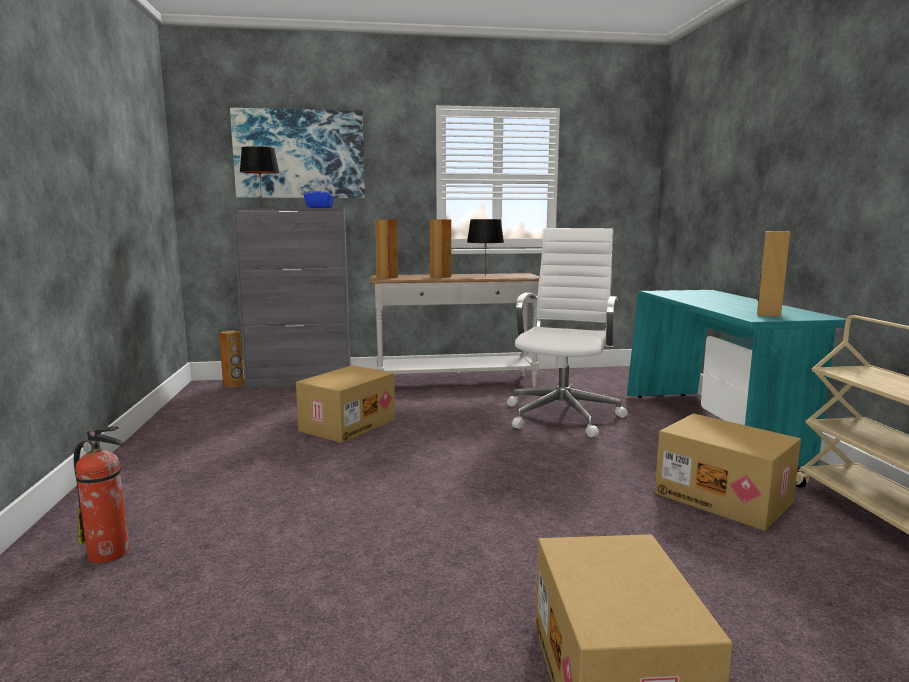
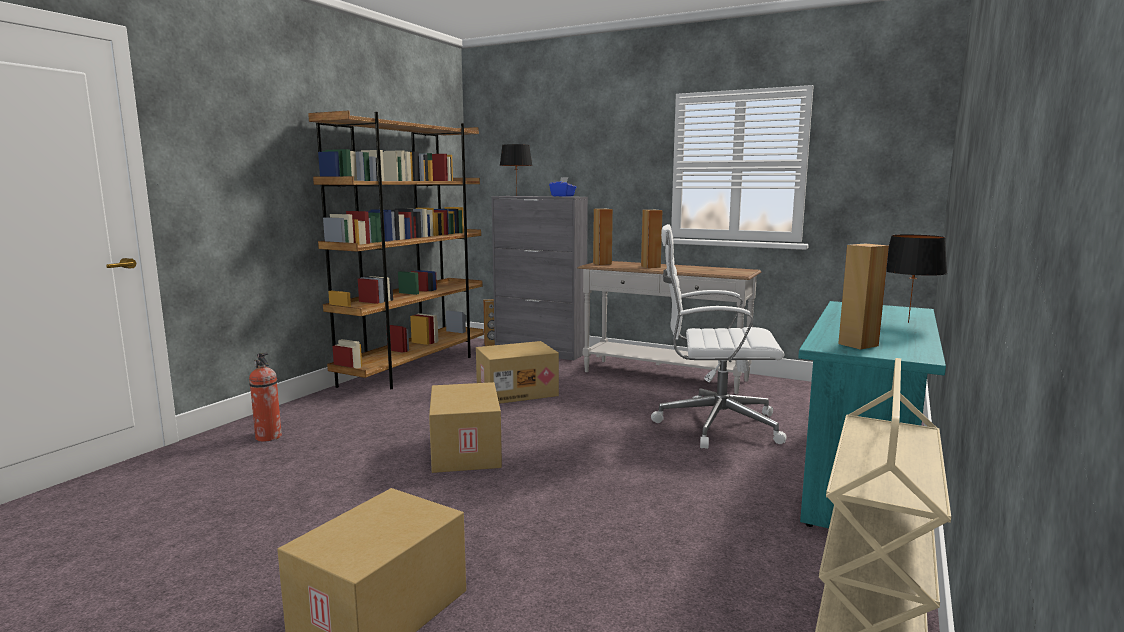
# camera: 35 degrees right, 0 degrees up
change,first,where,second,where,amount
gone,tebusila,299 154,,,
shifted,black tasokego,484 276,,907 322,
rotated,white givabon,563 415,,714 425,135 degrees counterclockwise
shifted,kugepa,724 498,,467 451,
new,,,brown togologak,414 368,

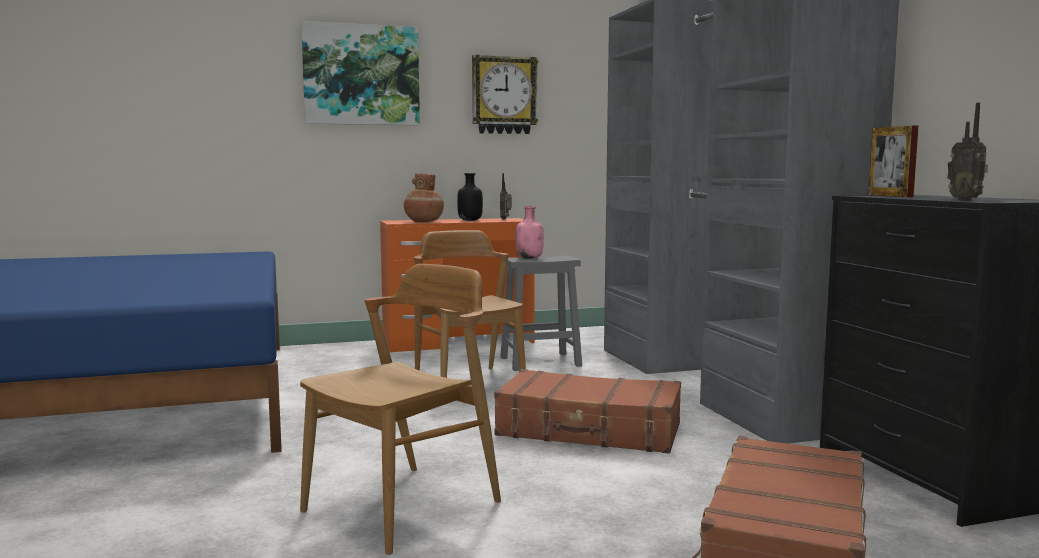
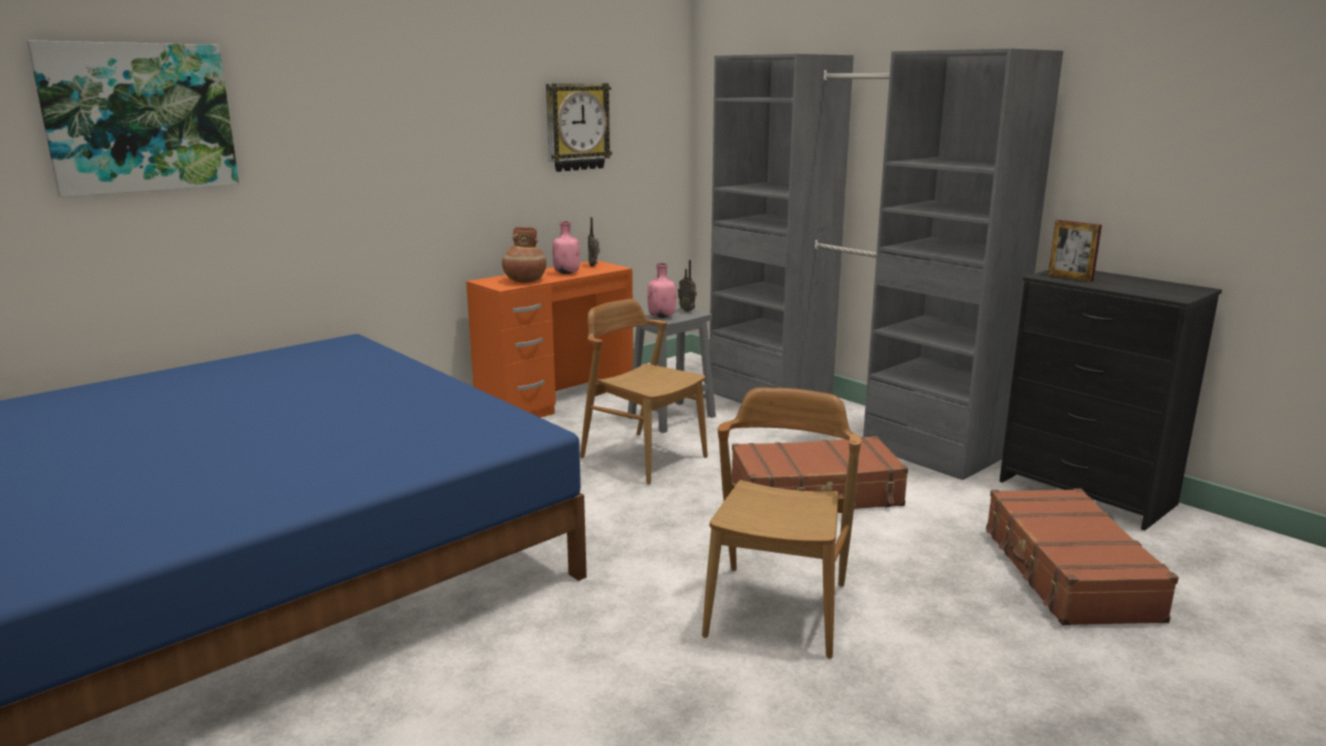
# camera: 25 degrees left, 10 degrees up
change,first,where,second,where,amount
shifted,tebusila,361 75,,140 118,
shifted,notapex,966 200,,687 310,
repainted,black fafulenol,470 220,pink fafulenol,567 273,

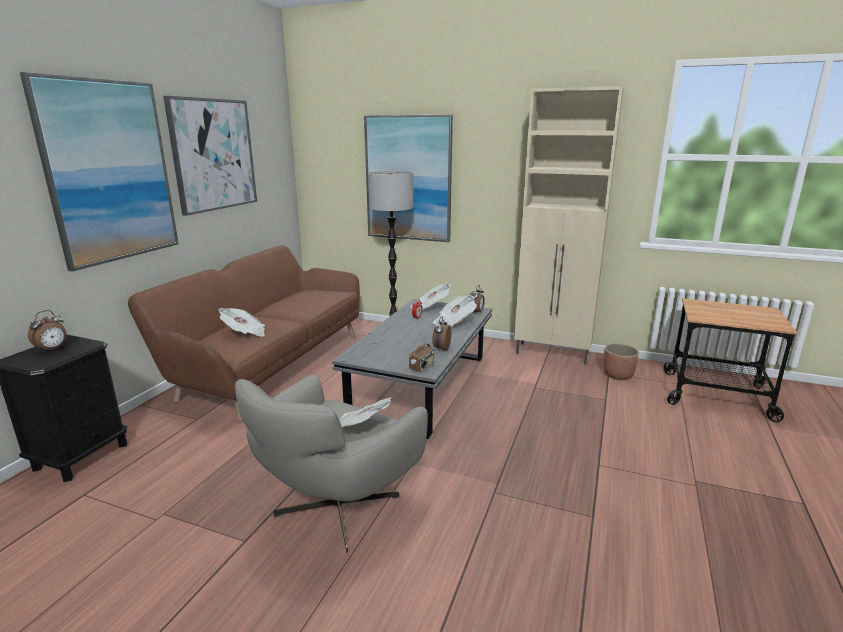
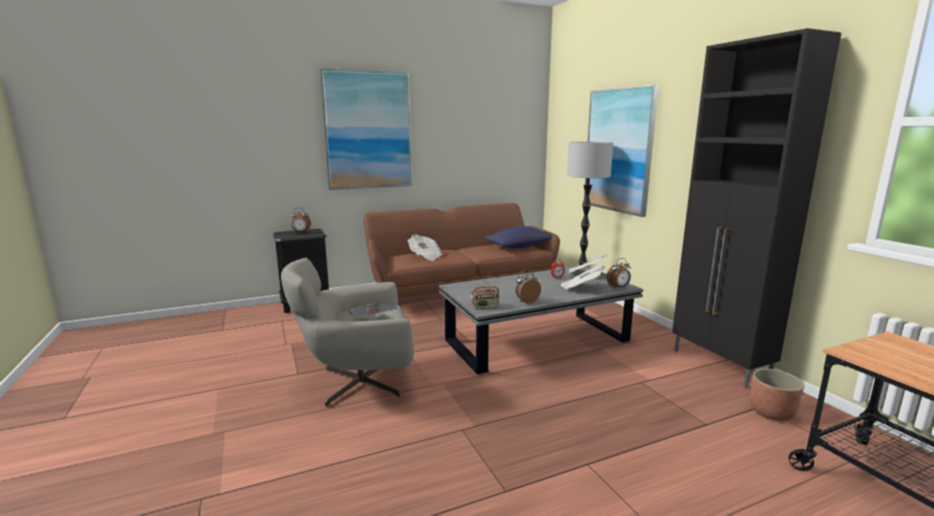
# camera: 45 degrees right, 5 degrees down
change,first,where,second,where,amount
repainted,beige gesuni,553 354,black gesuni,720 365,
gone,tebusila,214 155,,,
new,,,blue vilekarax,519 247,

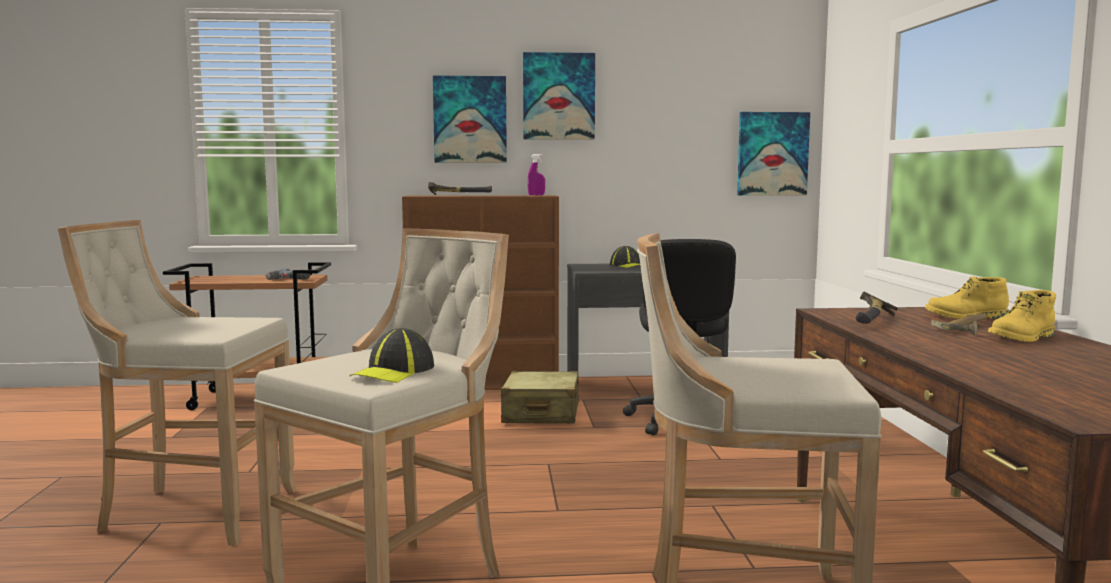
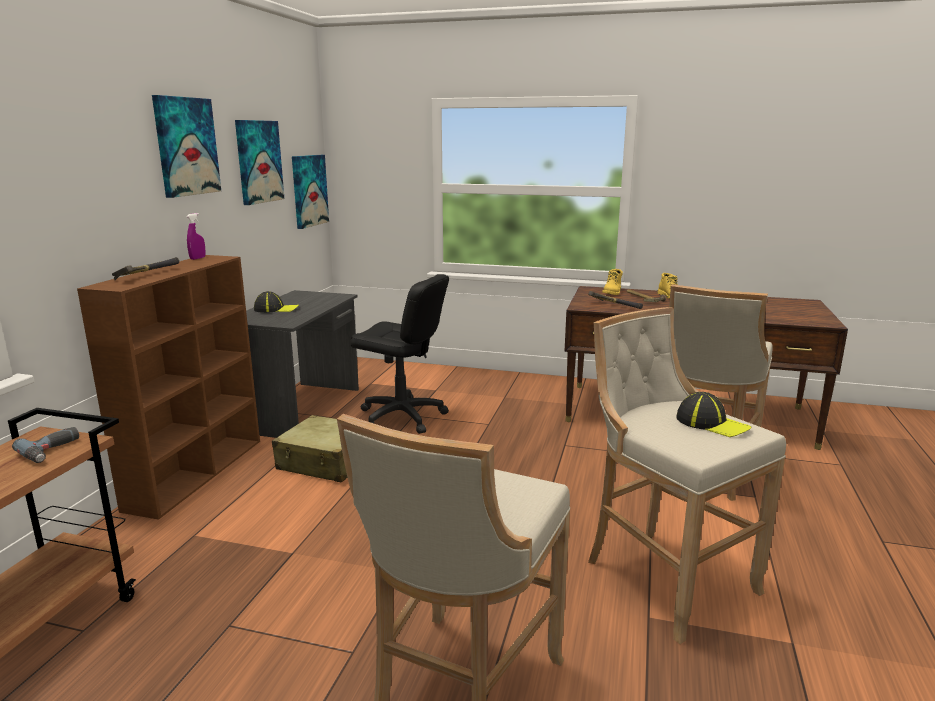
# camera: 70 degrees left, 10 degrees up
change,first,where,second,where,amount
shifted,tebusila,470 119,,258 161,

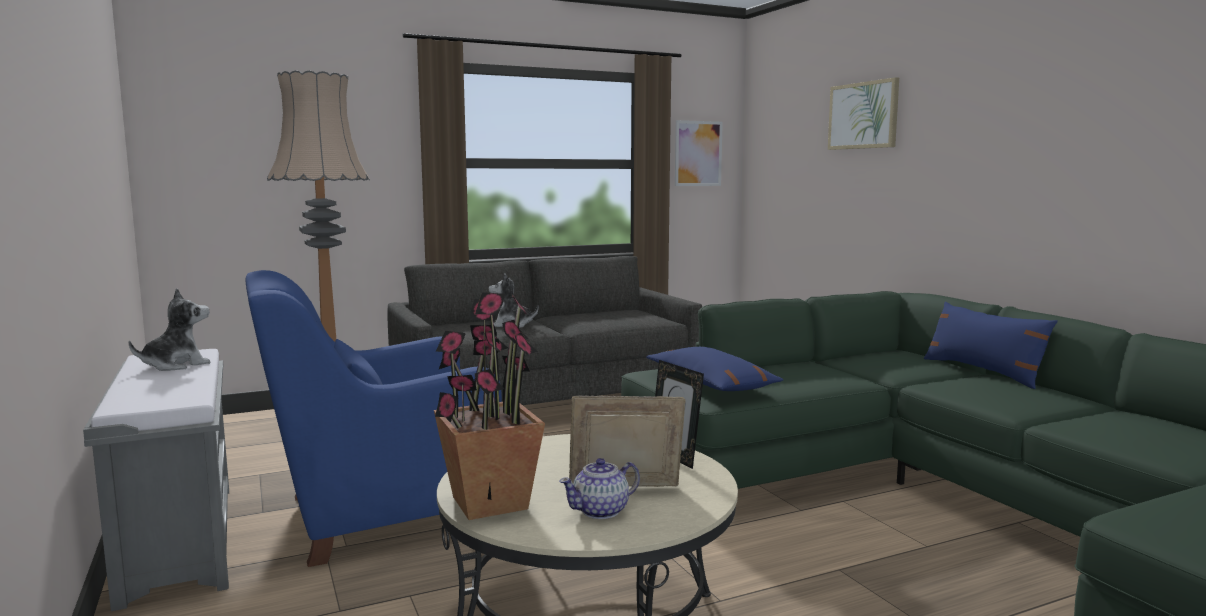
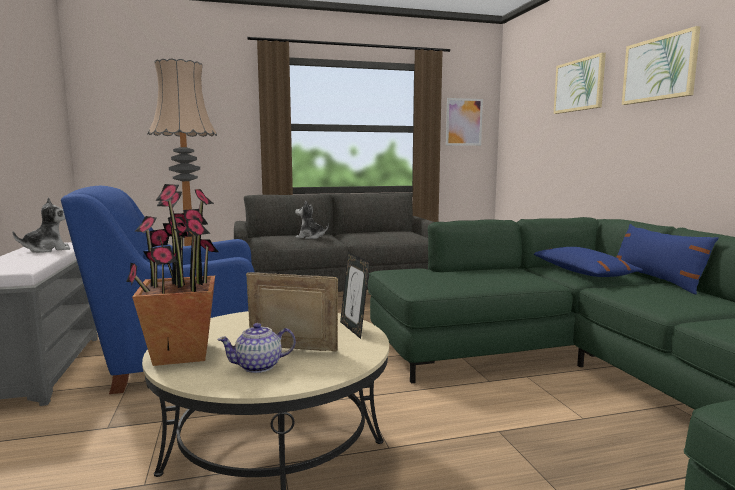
# camera: 10 degrees right, 0 degrees up
change,first,where,second,where,amount
shifted,blue vilekarax,710 384,,581 272,
new,,,tebusila,659 69,

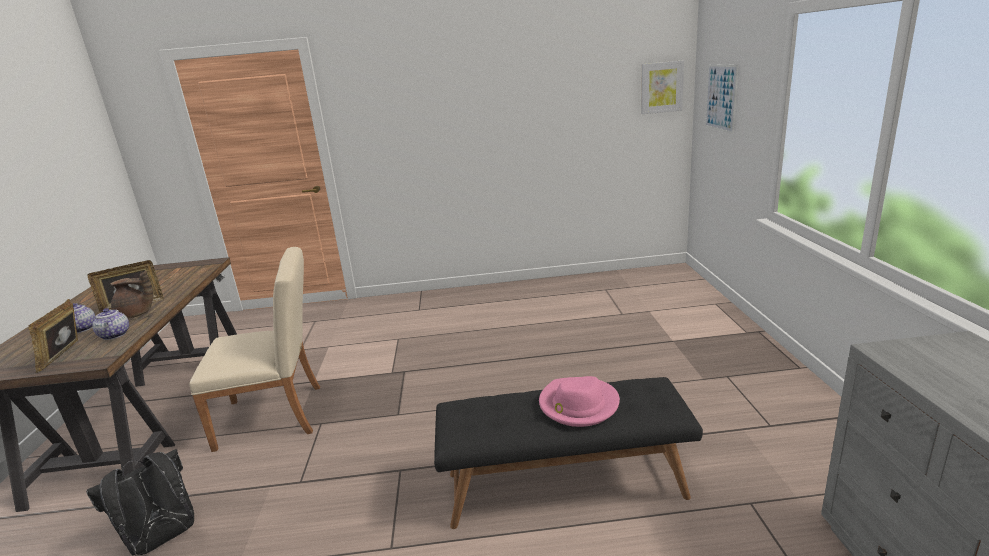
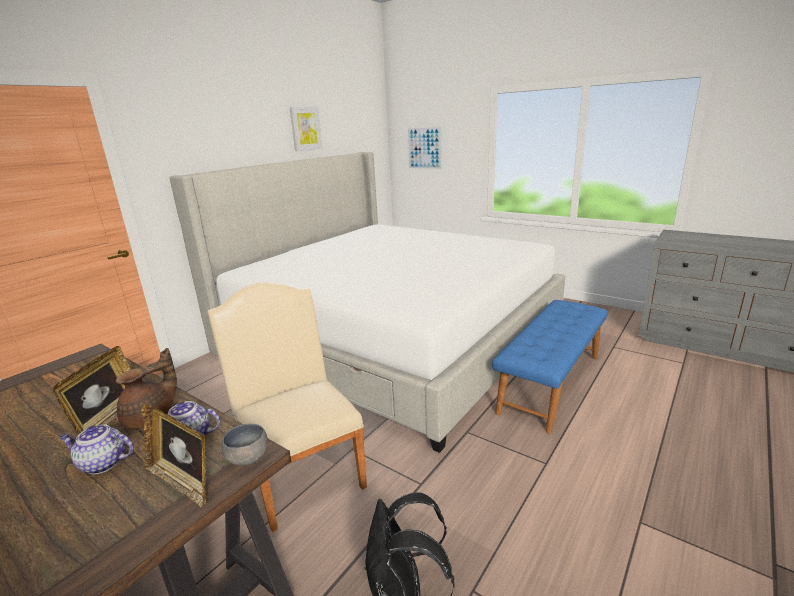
# camera: 50 degrees left, 0 degrees up
change,first,where,second,where,amount
shifted,tebusila,661 87,,305 128,
rotated,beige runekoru,279 415,,300 469,60 degrees counterclockwise
gone,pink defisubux,578 405,,,
repainted,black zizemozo,564 484,blue zizemozo,550 382,
new,,,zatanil,391 336,
new,,,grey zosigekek,249 457,

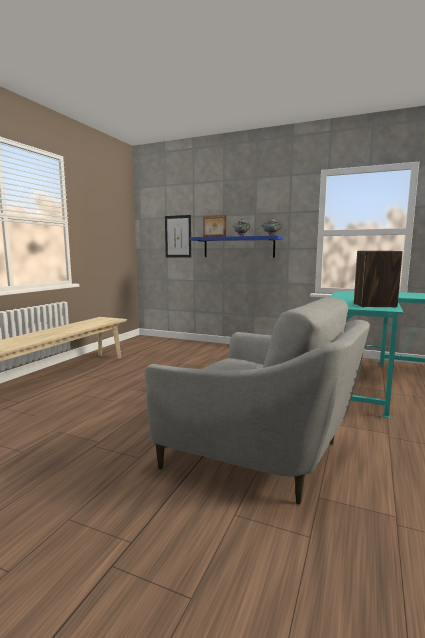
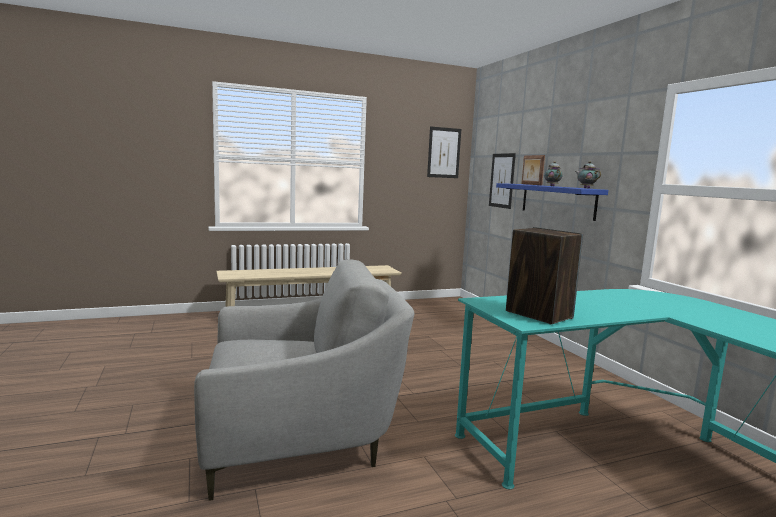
# camera: 45 degrees right, 0 degrees up
change,first,where,second,where,amount
rotated,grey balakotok,261 452,,301 436,90 degrees counterclockwise
new,,,tebusila,444 152,

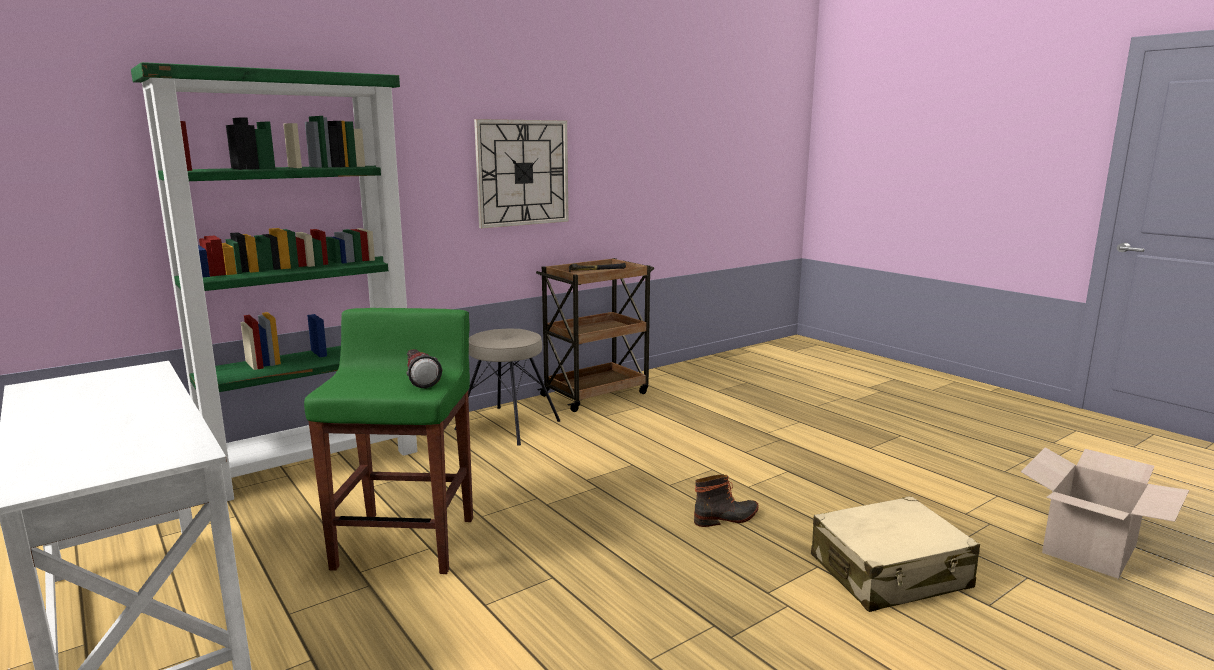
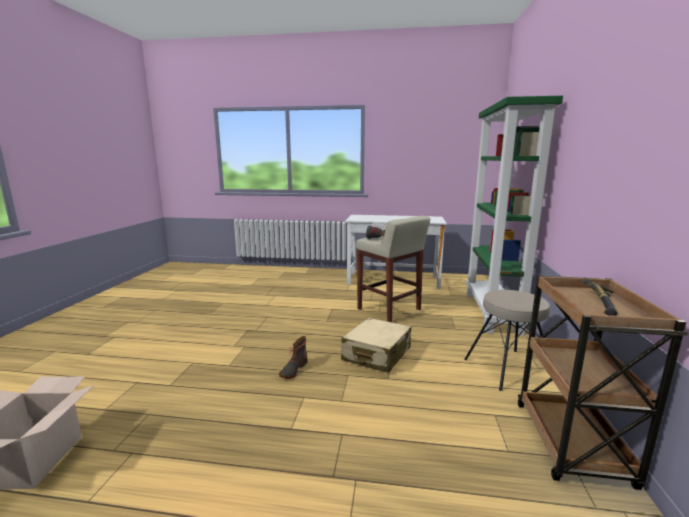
# camera: 135 degrees right, 0 degrees up
change,first,where,second,where,amount
gone,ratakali,522 173,,,
repainted,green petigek,407 542,beige petigek,389 310,
shifted,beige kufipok,890 573,,376 354,

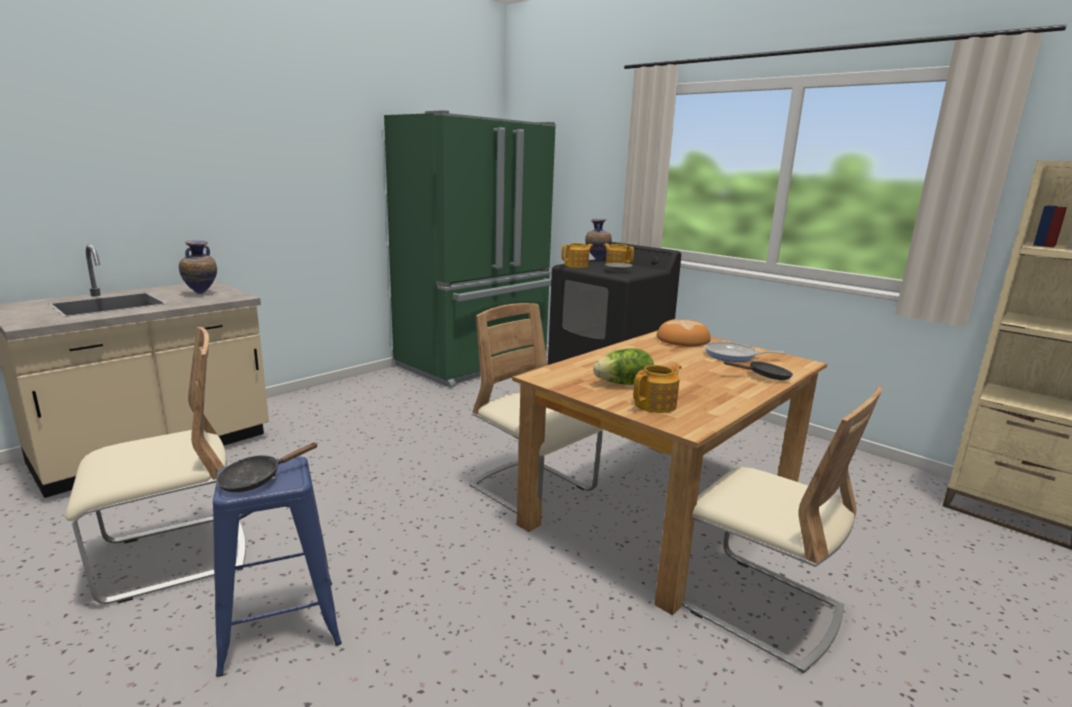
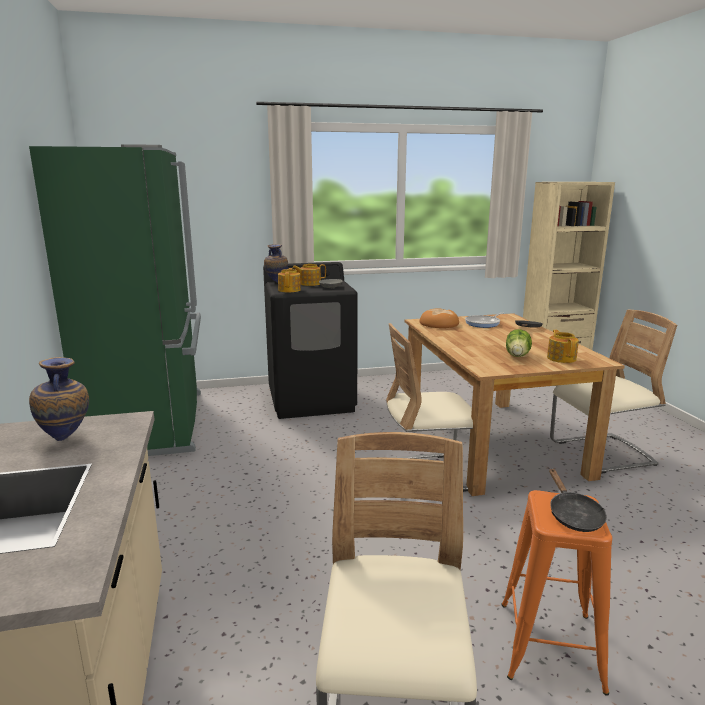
# camera: 55 degrees left, 0 degrees up
change,first,where,second,where,amount
repainted,blue petigek,278 625,orange petigek,550 646,

